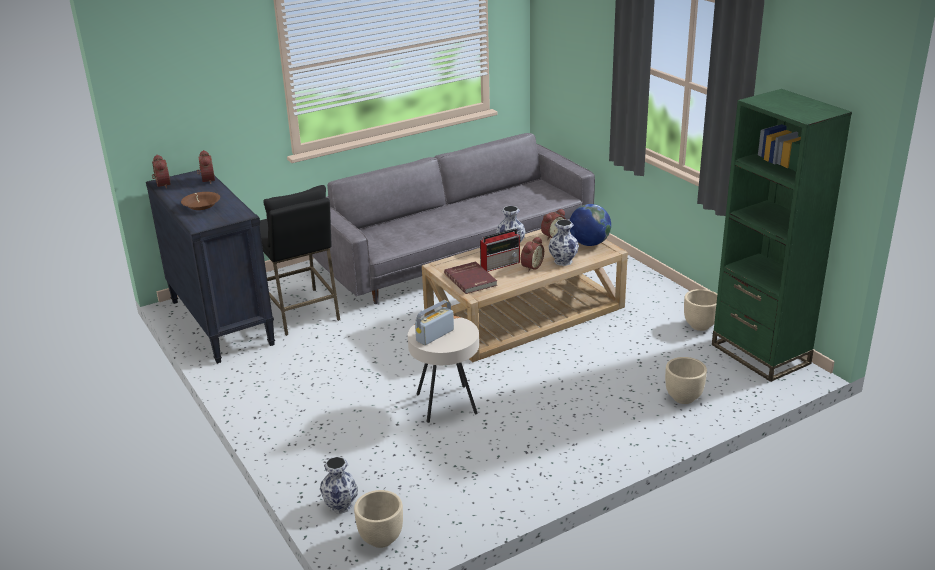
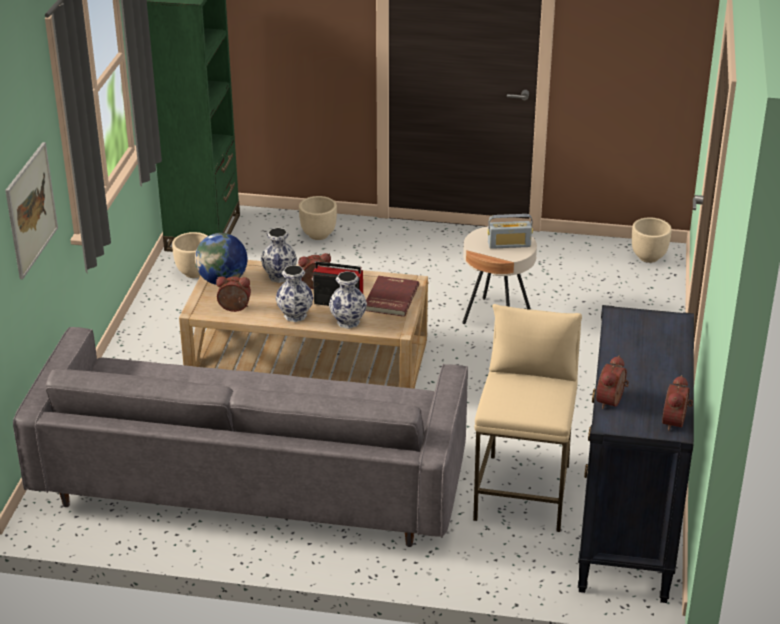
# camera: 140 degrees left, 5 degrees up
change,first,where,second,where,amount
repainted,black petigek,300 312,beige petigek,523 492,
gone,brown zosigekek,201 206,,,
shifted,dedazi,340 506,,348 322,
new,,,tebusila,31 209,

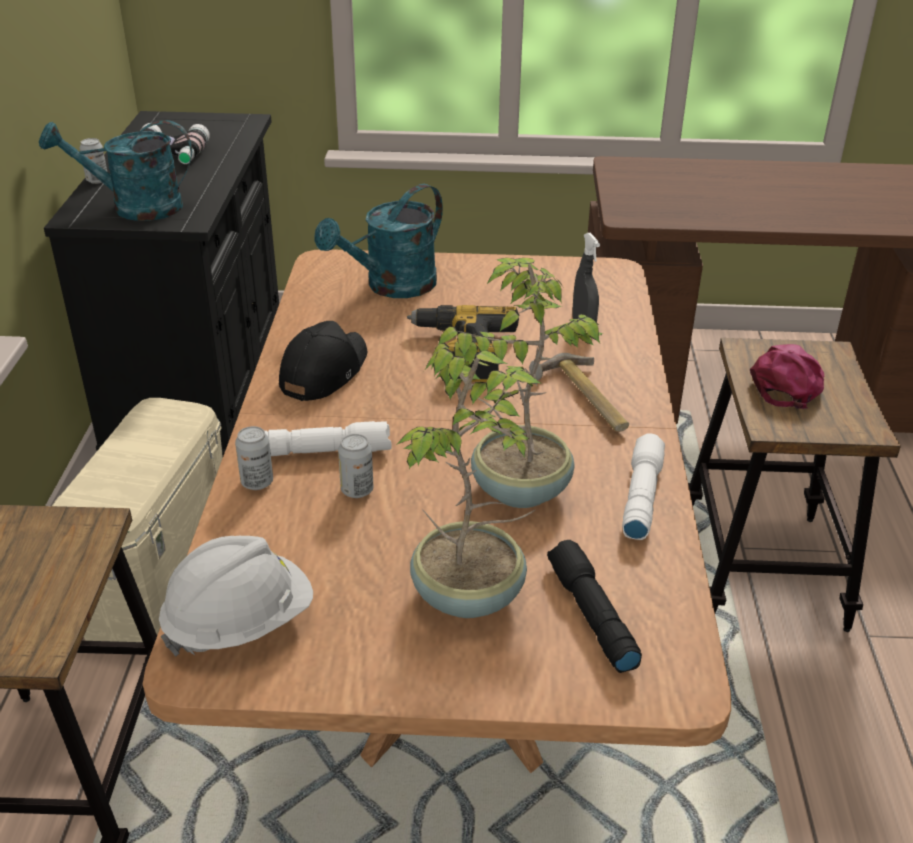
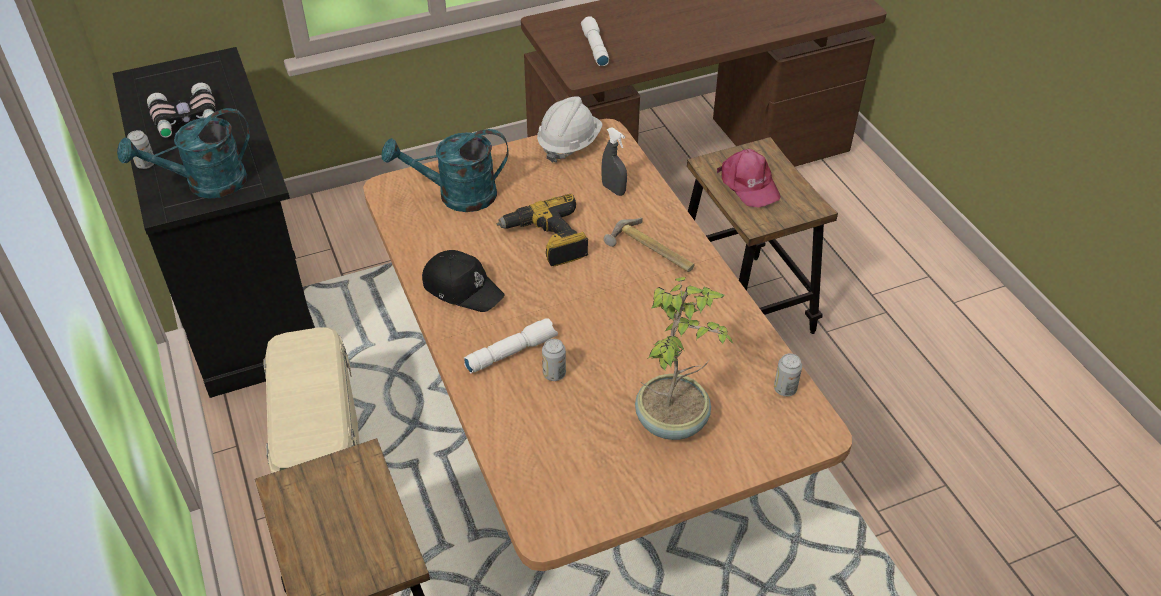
# camera: 25 degrees left, 10 degrees up
change,first,where,second,where,amount
rotated,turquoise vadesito,391 287,,456 196,60 degrees clockwise
gone,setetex,518 488,,,
rotated,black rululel,323 371,,462 288,120 degrees clockwise
rotated,pink rululel,788 383,,748 184,150 degrees clockwise
shifted,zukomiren,257 482,,785 389,
shifted,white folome,640 496,,594 47,
shifted,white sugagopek,239 623,,569 144,
gone,black folome,590 615,,,

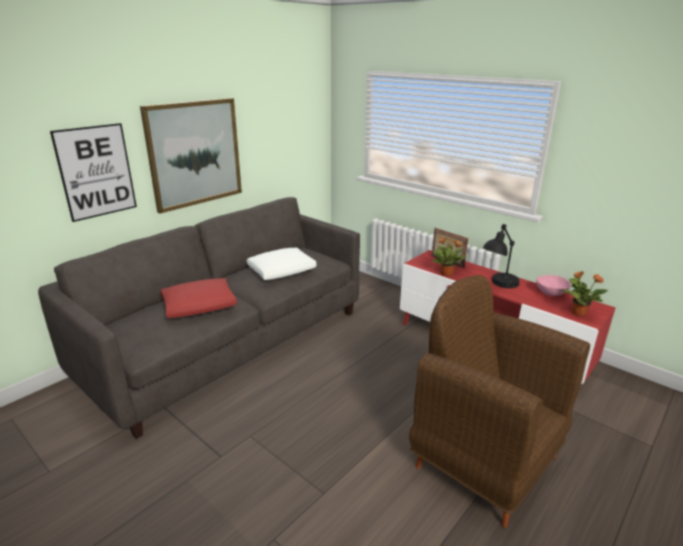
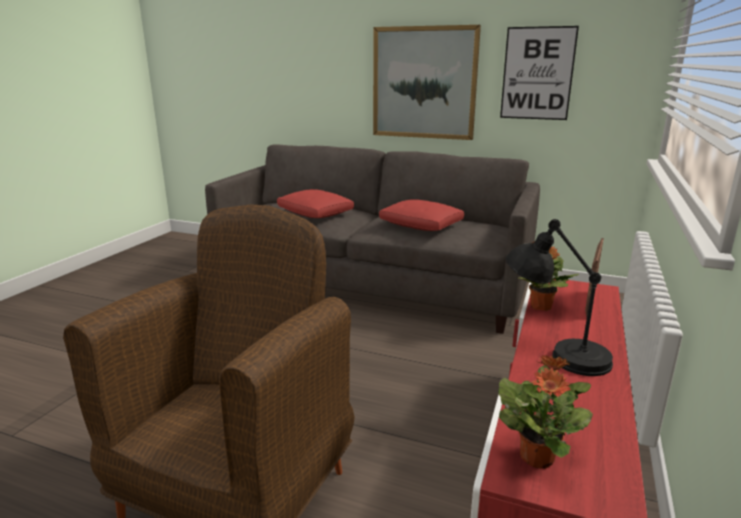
# camera: 70 degrees right, 5 degrees down
change,first,where,second,where,amount
shifted,tebusila,96 172,,537 74,
repainted,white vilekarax,282 271,red vilekarax,421 226,
gone,pink zosigekek,550 293,,,

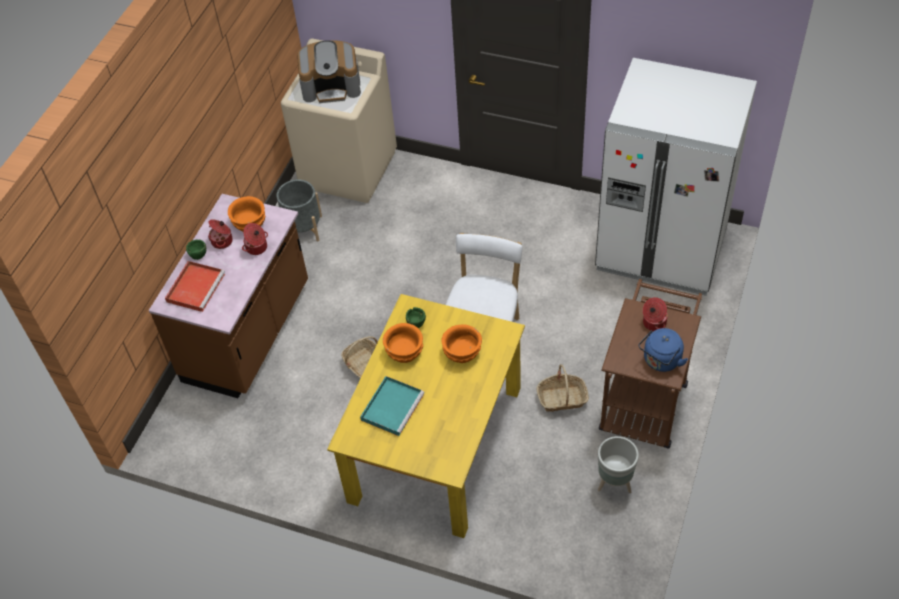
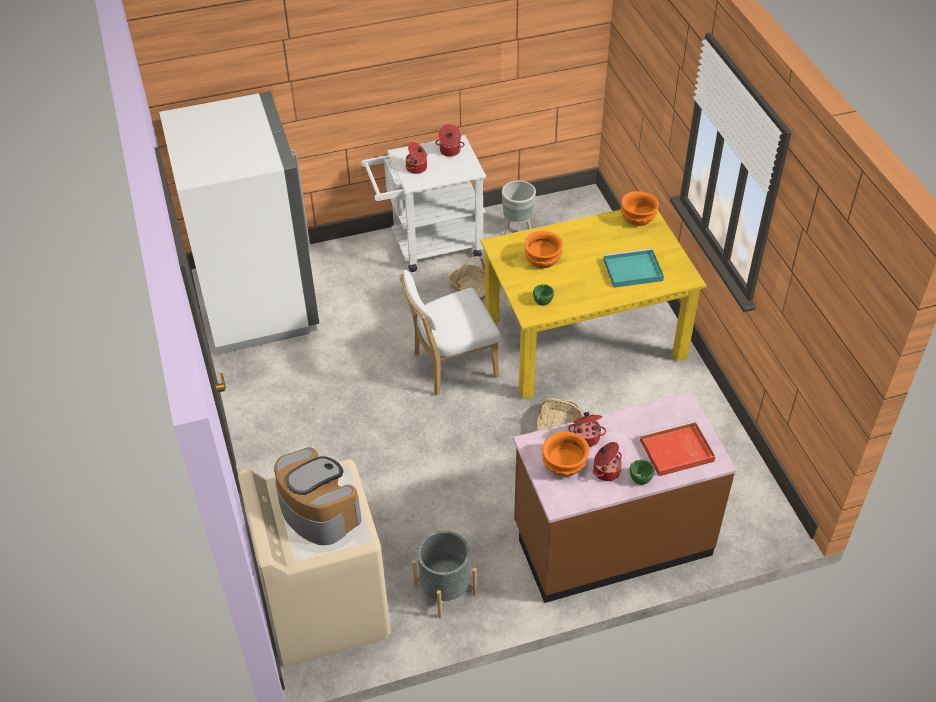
# camera: 130 degrees left, 5 degrees down
change,first,where,second,where,amount
repainted,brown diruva,645 399,white diruva,428 246,
shifted,orange zosigekek,405 351,,637 218,
swapped,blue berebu,661 361,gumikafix,450 151,

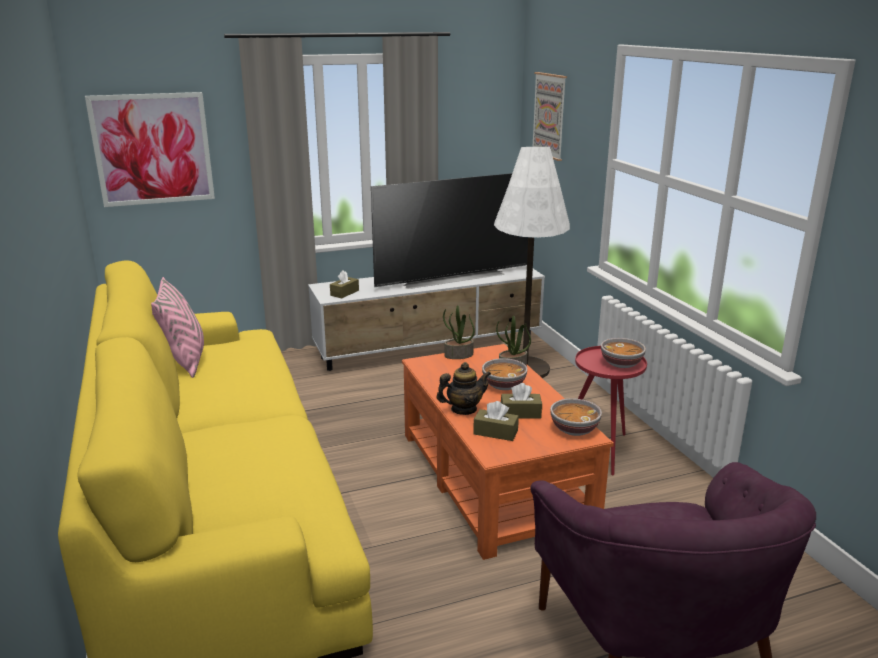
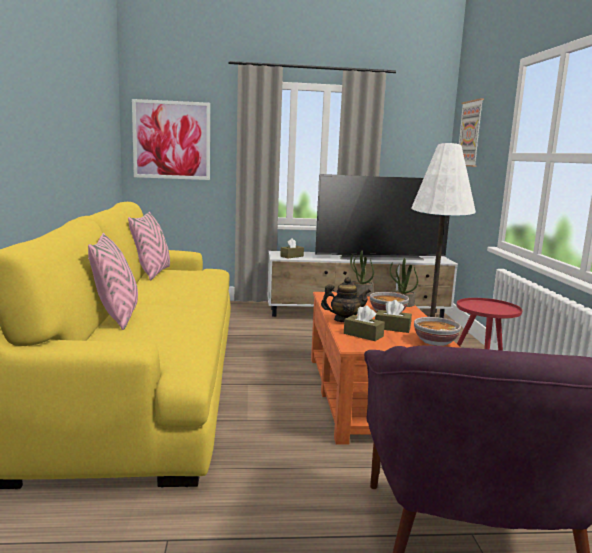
# camera: 15 degrees right, 10 degrees down
change,first,where,second,where,amount
gone,zosigekek,621 363,,,
new,,,pink vilekarax,117 317,

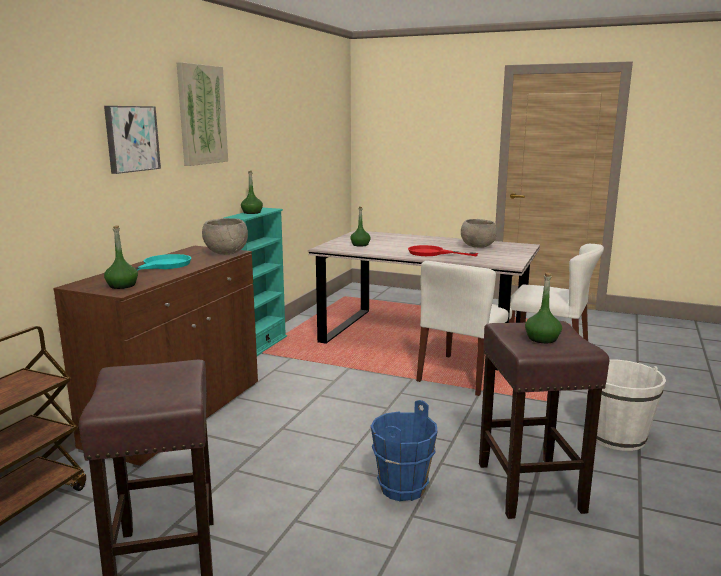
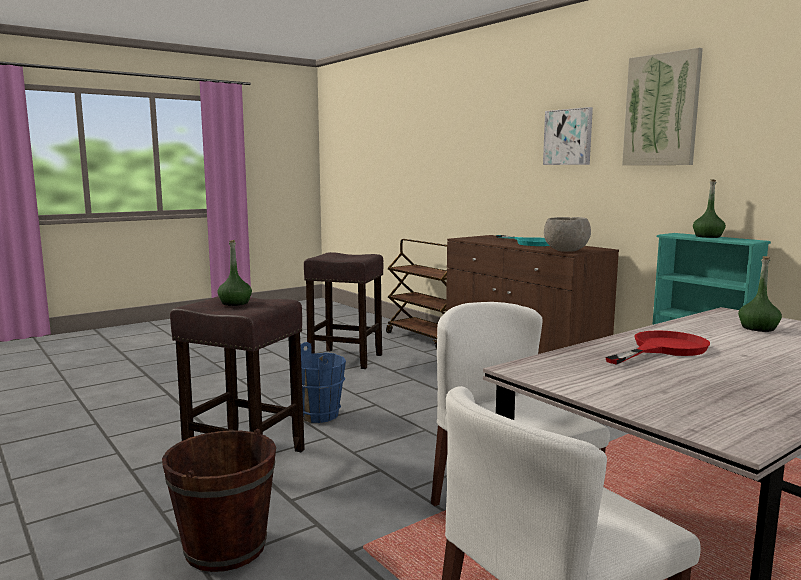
# camera: 120 degrees right, 5 degrees down
change,first,where,second,where,amount
gone,grey zosigekek,477 247,,,
gone,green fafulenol,122 286,,,
repainted,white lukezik,617 437,brown lukezik,225 548,

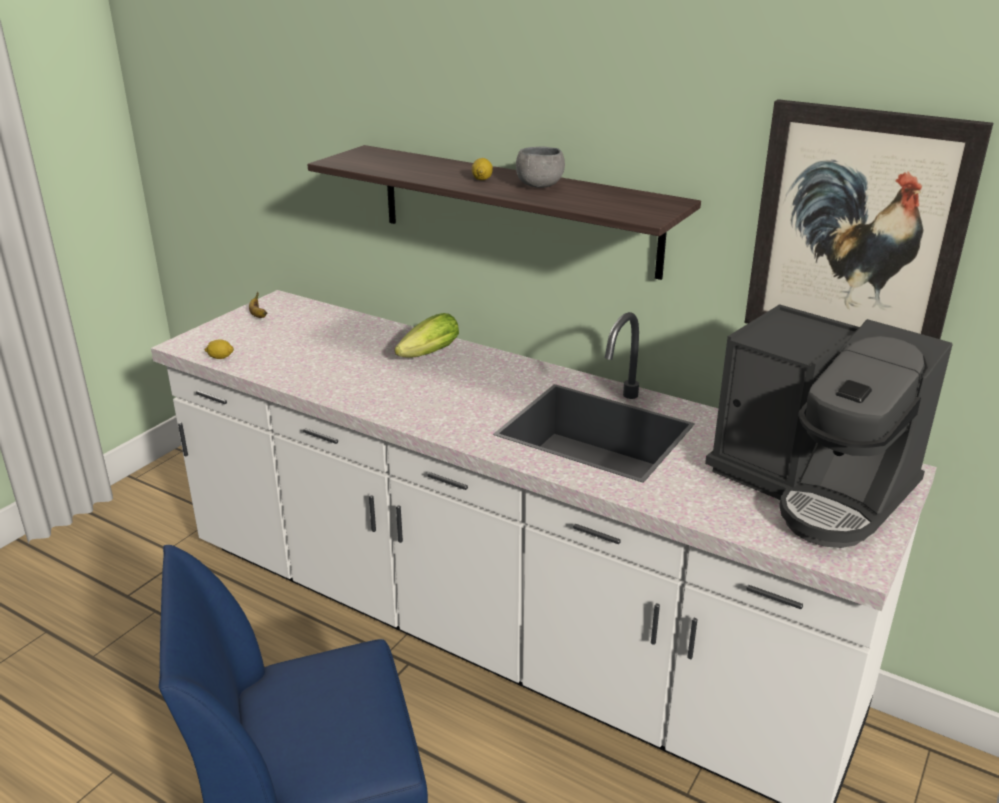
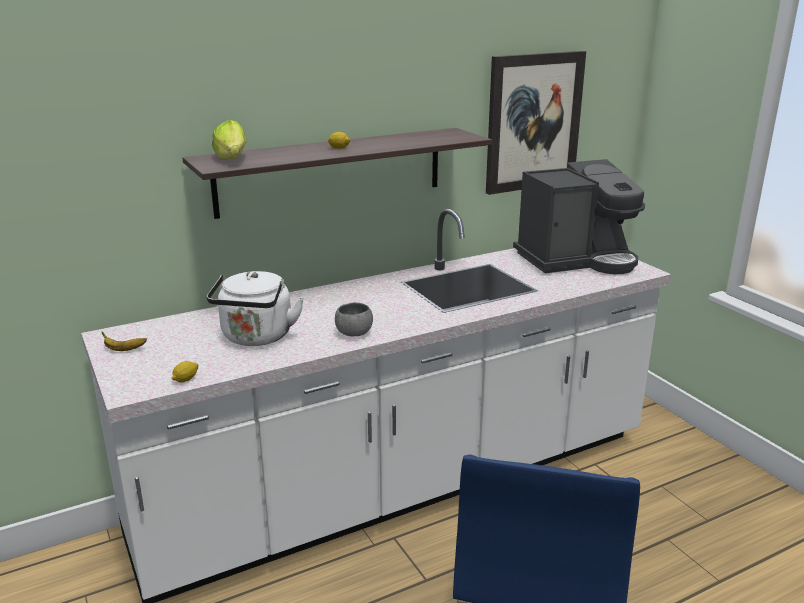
# camera: 60 degrees left, 5 degrees down
change,first,where,second,where,amount
shifted,grey zosigekek,539 186,,354 333,
shifted,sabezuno,426 356,,232 160,
new,,,white berebu,256 338,

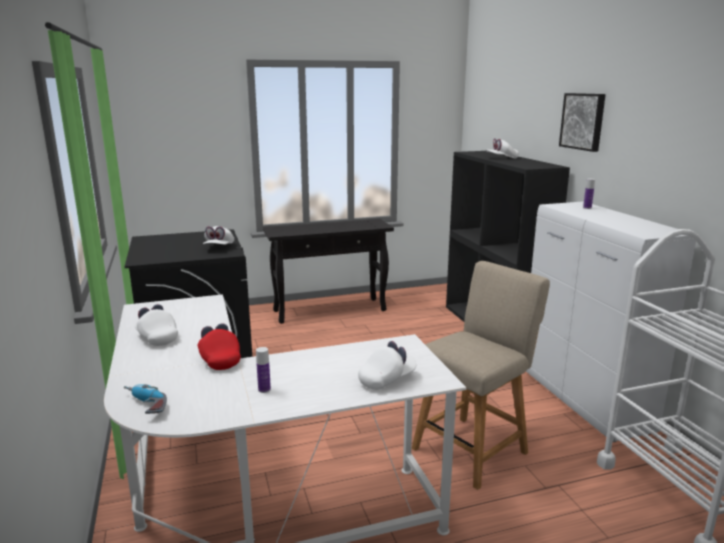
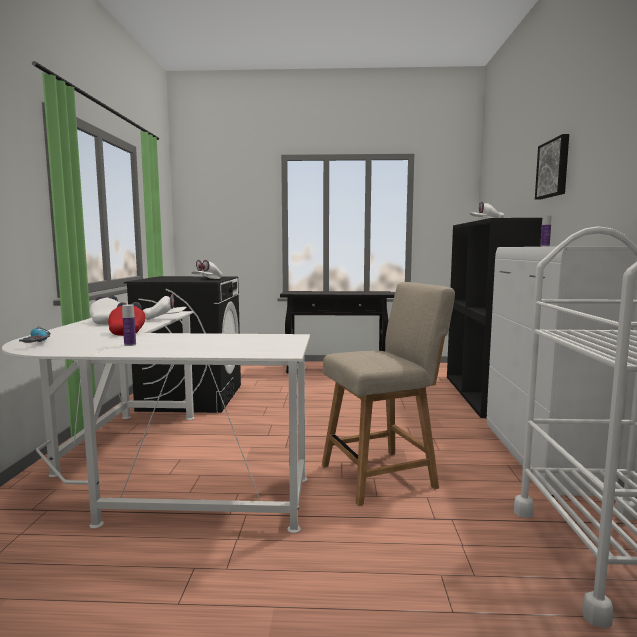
# camera: 20 degrees right, 10 degrees down
change,first,where,second,where,amount
shifted,white rululel,387 379,,164 319,

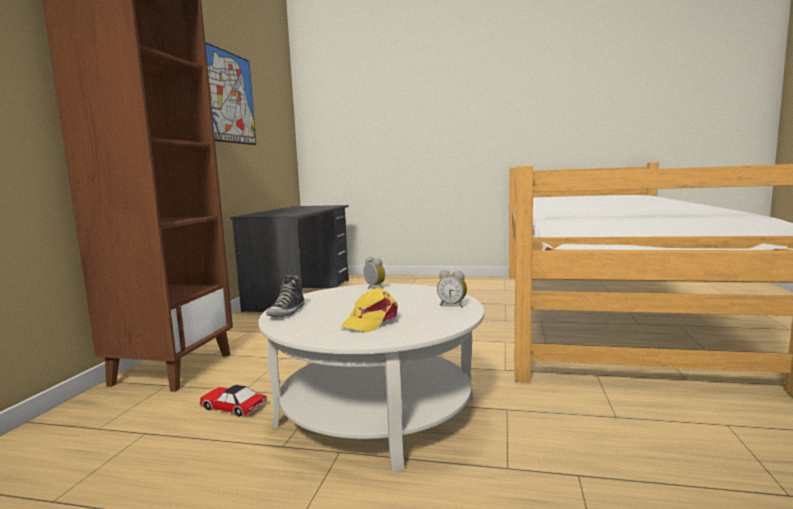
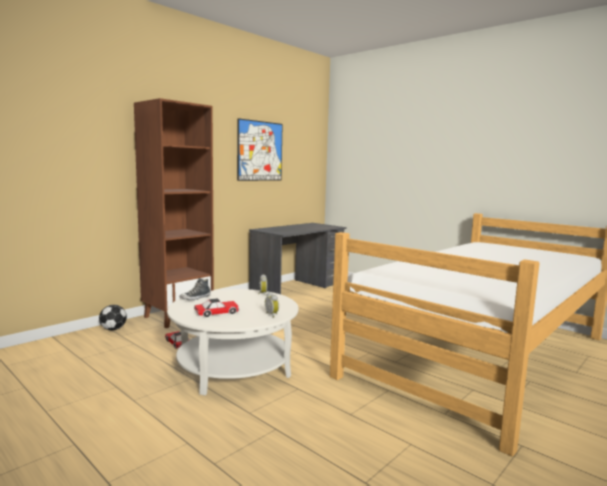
# camera: 30 degrees right, 0 degrees up
change,first,where,second,where,amount
swapped,yellow rululel,371 321,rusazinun,217 312,
new,,,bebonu,113 329,

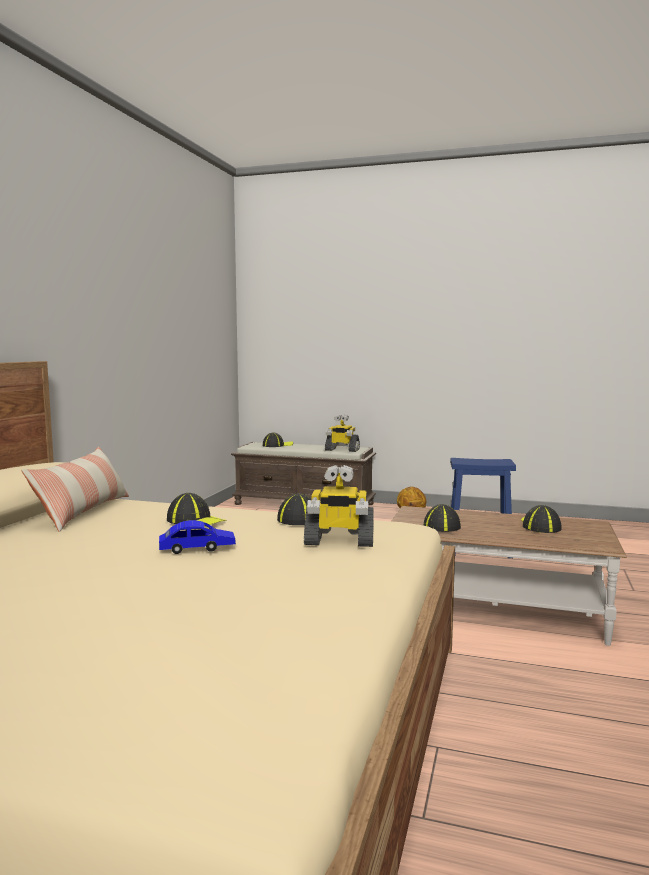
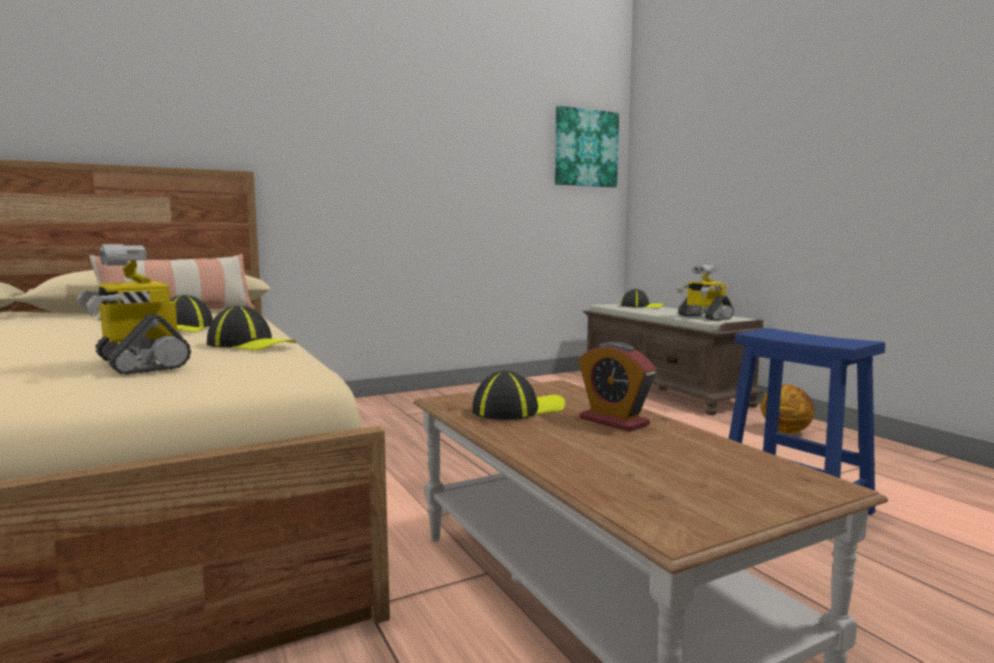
# camera: 45 degrees right, 0 degrees up
change,first,where,second,where,amount
gone,rululel,539 525,,,
gone,blue rusazinun,197 548,,,
new,,,tebusila,585 148,
new,,,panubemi,614 421,

